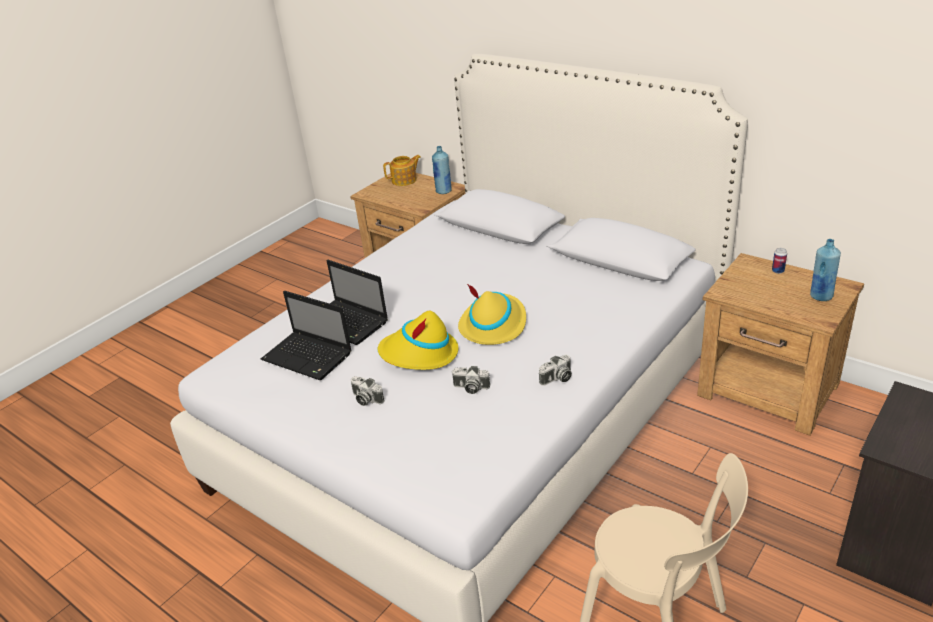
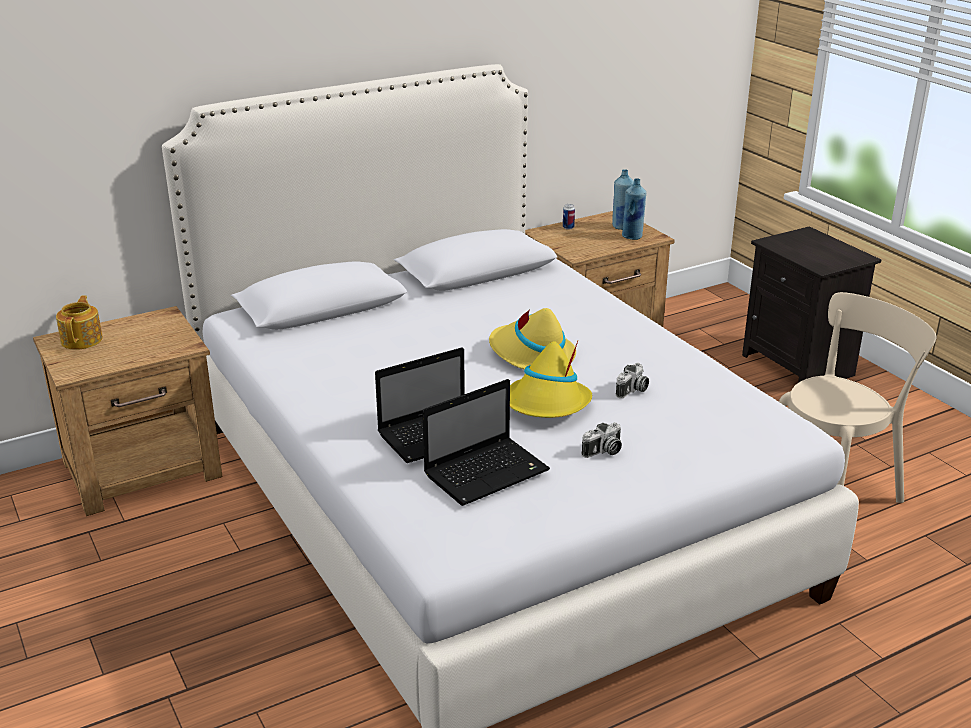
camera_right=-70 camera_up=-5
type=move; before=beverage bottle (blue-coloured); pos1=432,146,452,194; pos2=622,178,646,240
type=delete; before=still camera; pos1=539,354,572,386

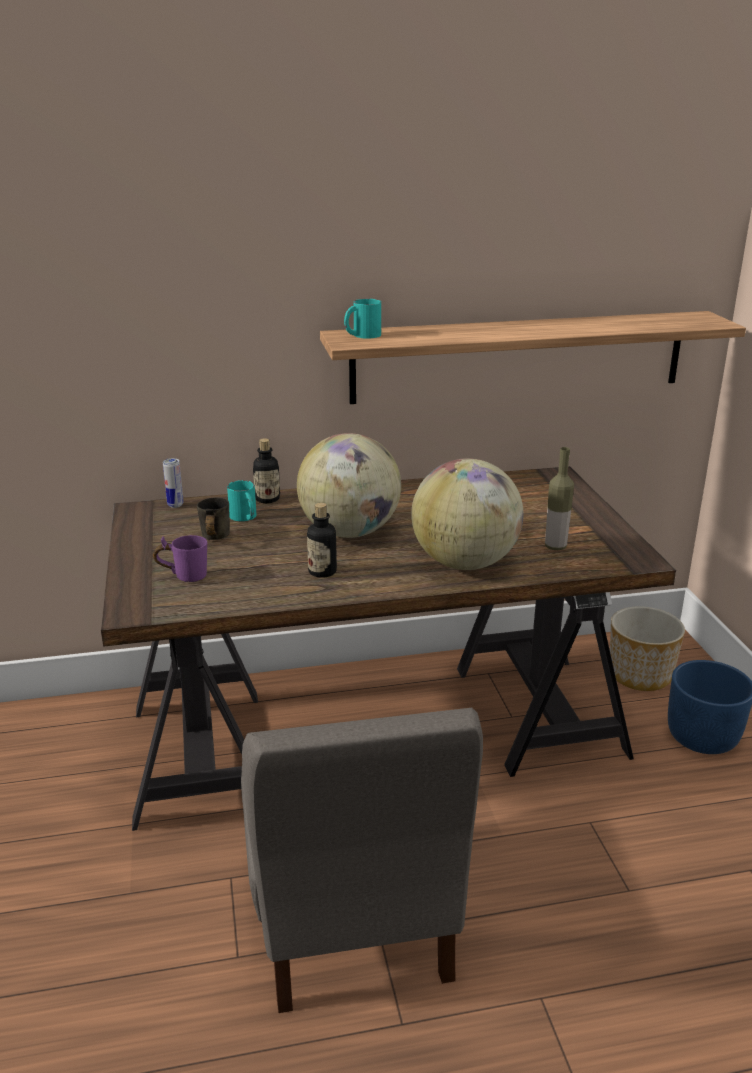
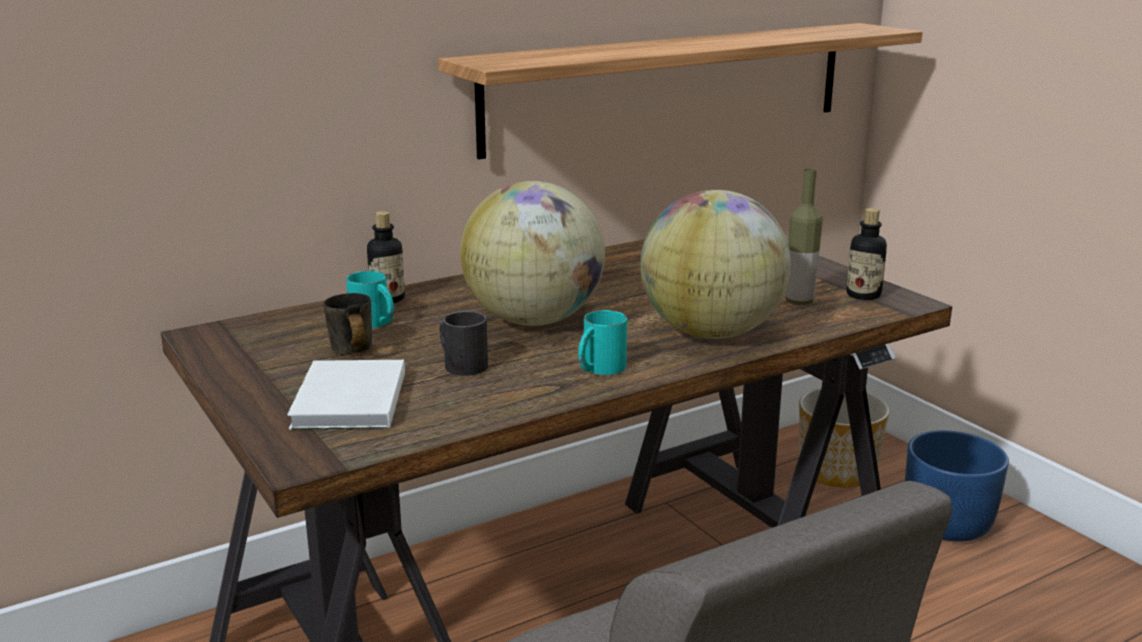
camera_right=-20 camera_up=-5
type=move; before=tea mug (blue-green); pos1=344,299,381,339; pos2=578,310,627,375
type=delete; before=metal can; pos1=163,458,184,508
type=move; before=beverage bottle; pos1=307,503,337,578; pos2=846,208,887,300
type=replace; before=tea mug (purplish); after=bound book (white-coloured); pos1=153,535,207,582; pos2=287,360,405,430
type=insert; after=tea mug (black); pos2=439,311,488,376

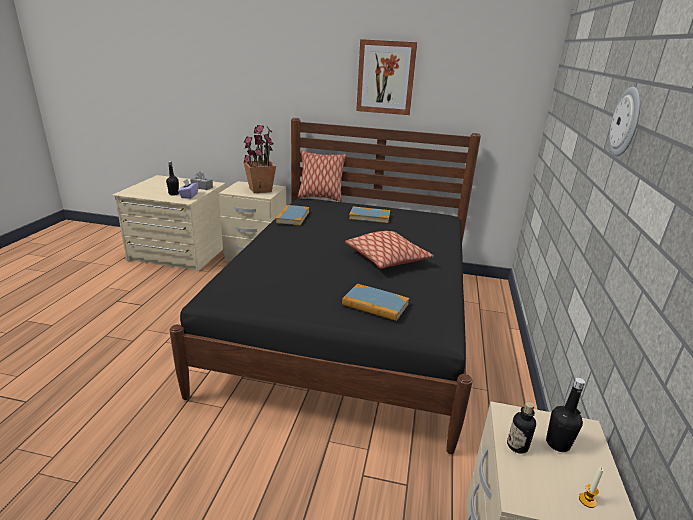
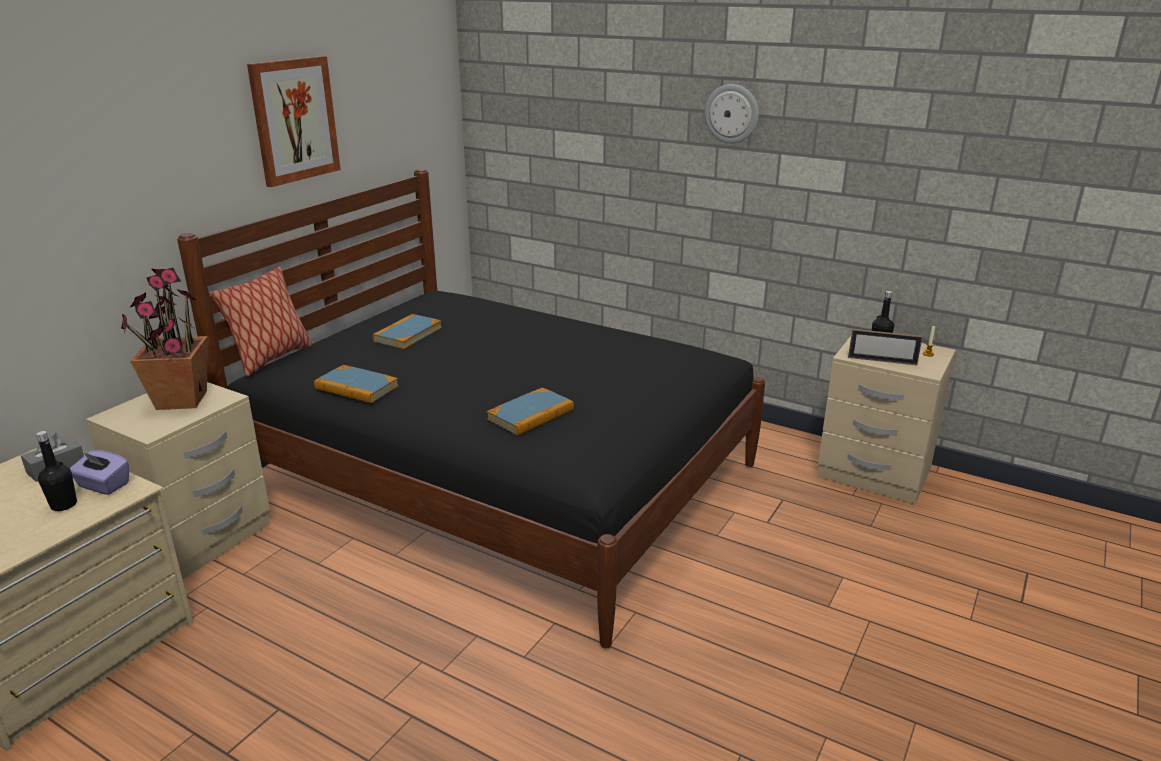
camera_right=-70 camera_up=0
type=delete; before=pillow; pos1=345,231,434,269
type=move; before=bound book; pos1=342,284,409,321; pos2=487,388,574,436
type=replace; before=beverage bottle; after=standing frame; pos1=507,402,536,454; pos2=848,329,923,365

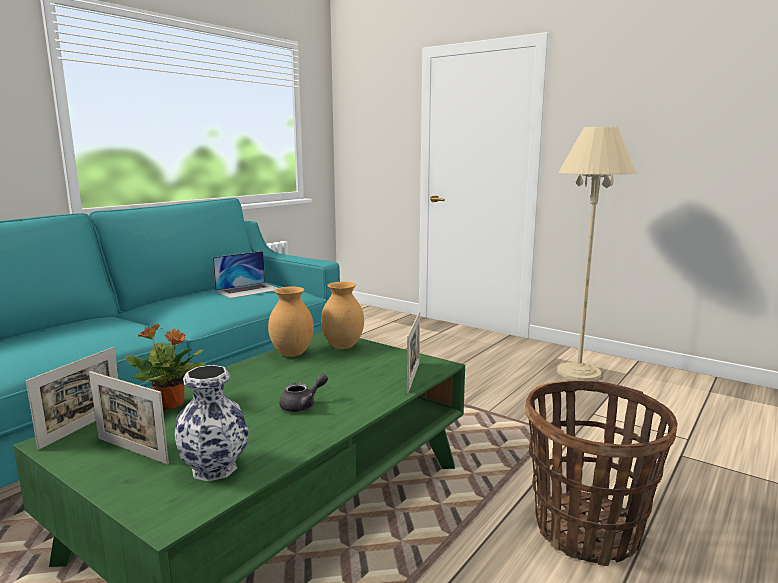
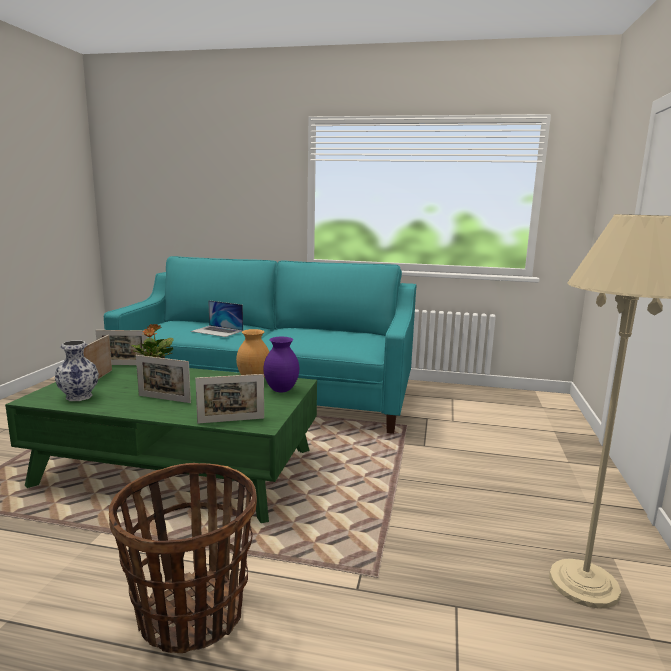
camera_right=65 camera_up=0
type=move; before=notebook computer; pos1=213,251,278,298; pos2=191,300,243,337
type=recolor; before=flower vase (brown-coloured); after=flower vase (purplish); pos1=321,282,364,349; pos2=263,337,299,392
type=replace; before=tea pot (greyish); after=standing frame; pos1=279,374,328,412; pos2=136,355,191,403

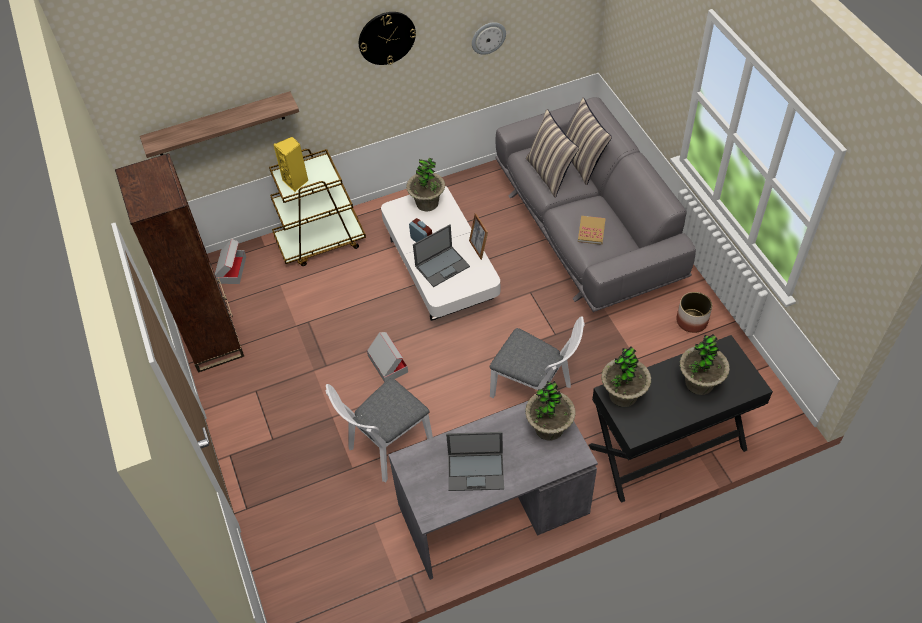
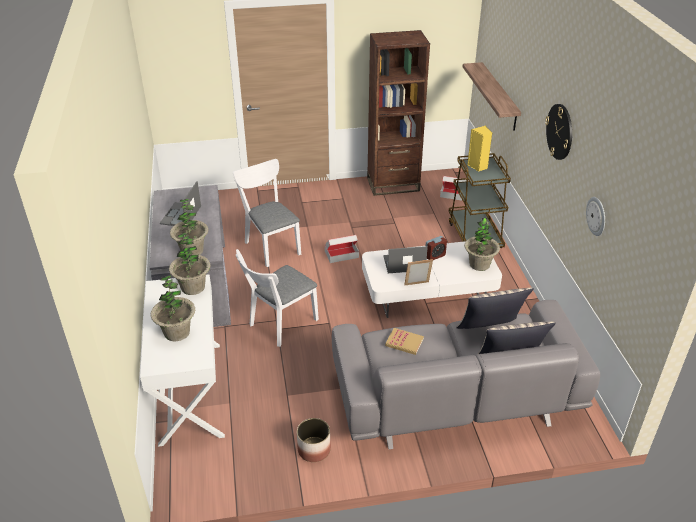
camera_right=100 camera_up=-15
type=rotate; before=notebook computer; pos1=413,224,470,287; pos2=383,246,428,273; turn=105
type=recolor; before=desk table (black); after=desk table (white-coloured); pos1=589,335,773,503; pos2=140,274,225,447

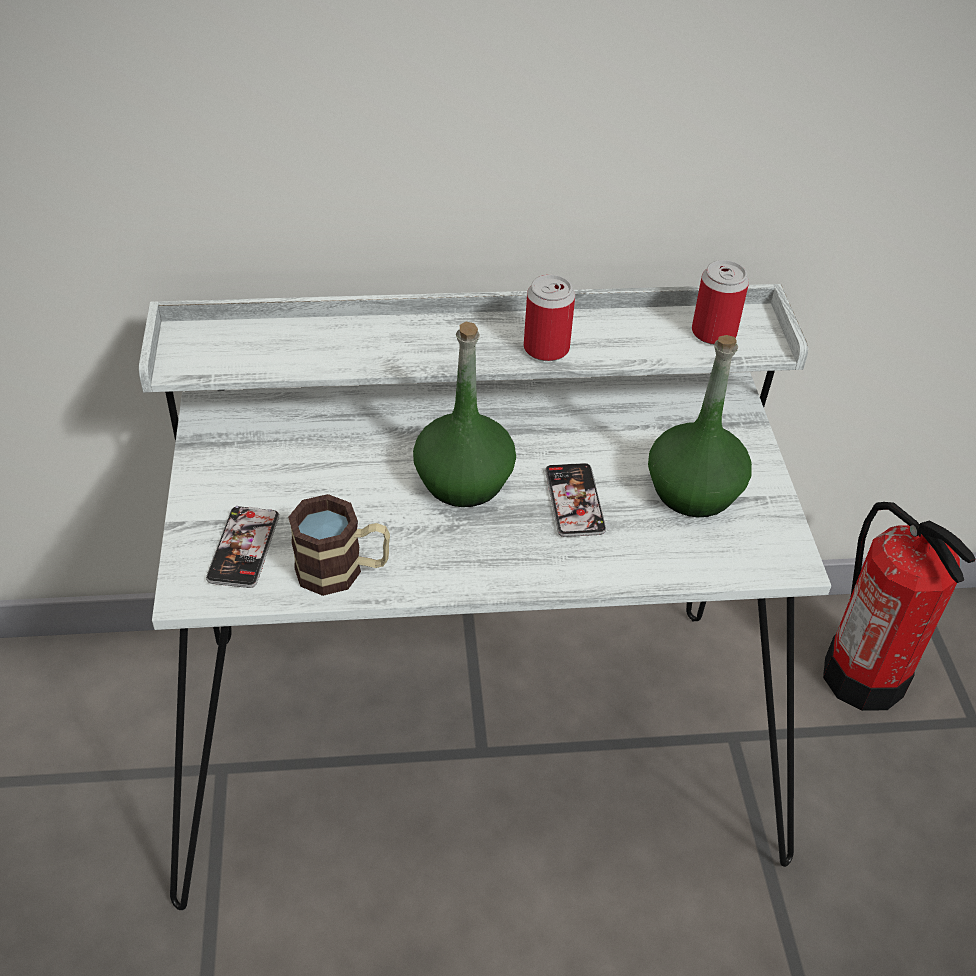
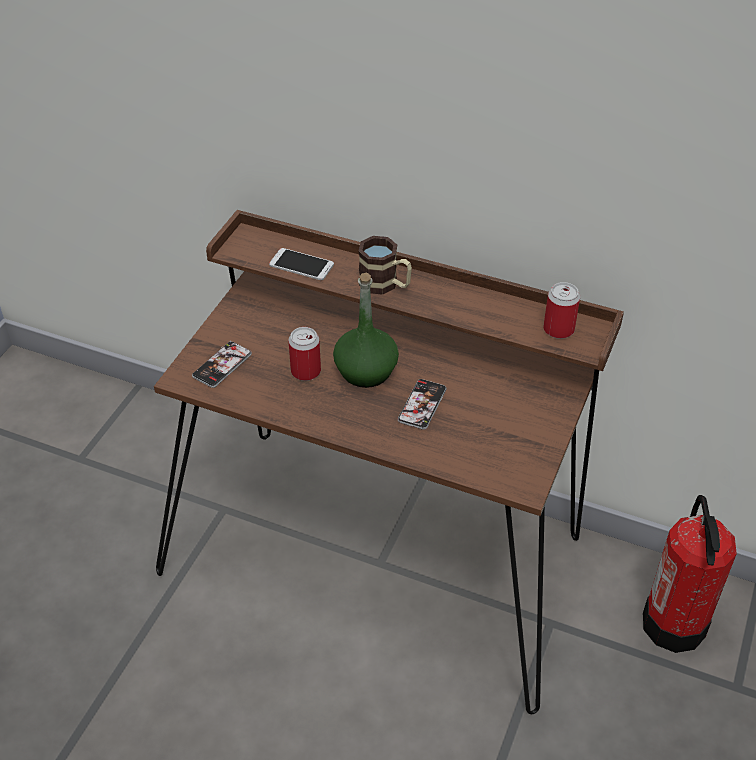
camera_right=30 camera_up=0
type=move; before=metal can; pos1=524,275,575,361; pos2=289,327,321,381
type=recolor; before=desk table (white-coloured); after=desk table (brown-coloured); pos1=139,284,831,910; pos2=154,210,624,714
type=delete; before=beverage bottle (green); pos1=648,335,752,517
type=move; before=tea mug; pos1=288,494,390,596; pos2=359,236,412,295
type=insert; after=telephone; pos2=269,248,334,280

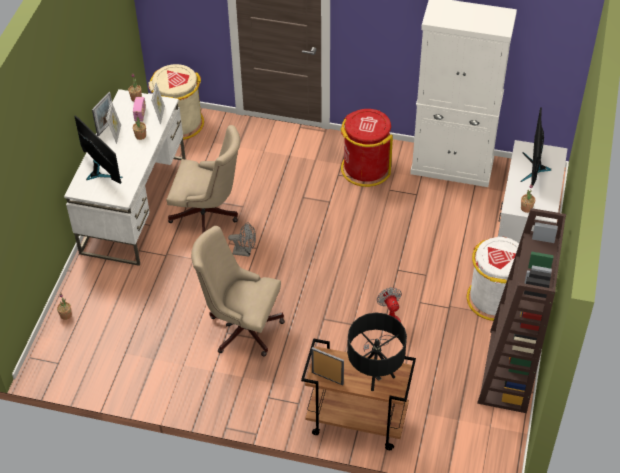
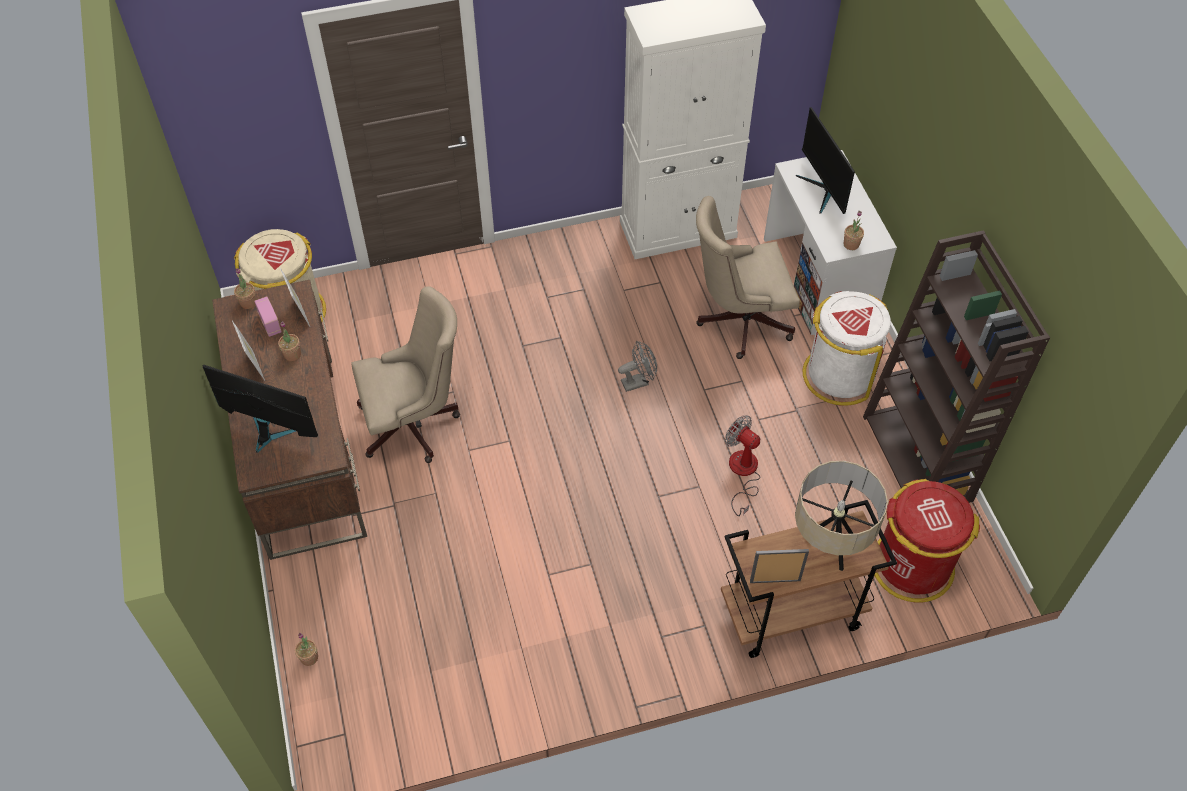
camera_right=-30 camera_up=5
type=recolor; before=desk table (white-coloured); after=desk table (brown-coloured); pos1=64,89,186,266; pos2=212,280,367,560
type=delete; before=standing frame; pos1=92,92,112,136
type=move; before=trash can (reddish); pos1=341,109,393,187; pos2=874,479,980,603
type=move; before=electric fan (greyish); pos1=228,222,256,257; pos2=618,341,657,392
type=move; before=office chair (beige-coloured); pos1=191,226,285,357; pos2=696,196,800,359
type=recolor; before=lamp for a table (black); after=lamp for a table (beige-coloured); pos1=347,313,407,391; pos2=795,461,888,571

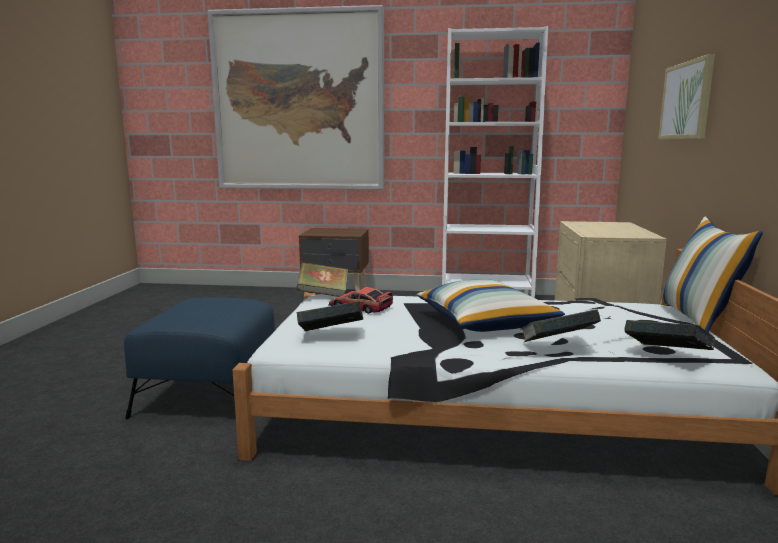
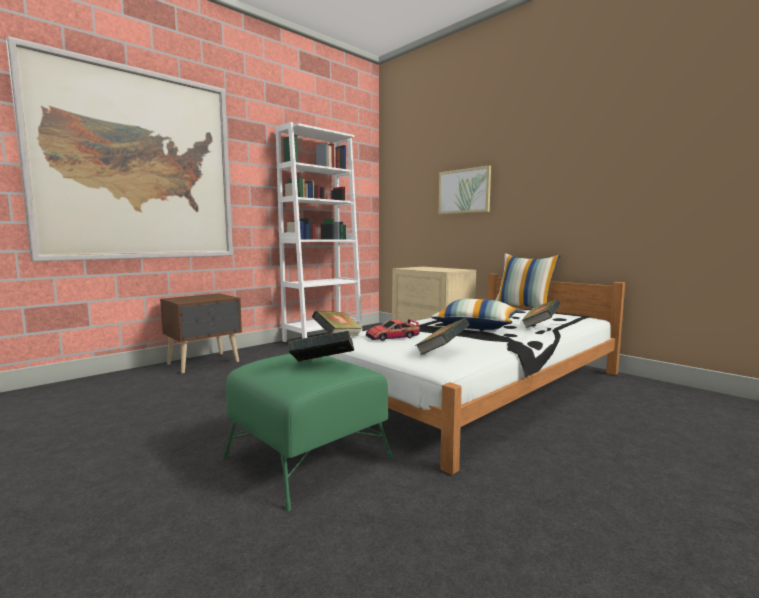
camera_right=-50 camera_up=-5
type=recolor; before=footrest (blue-coloured); after=footrest (green); pos1=124,297,275,419; pos2=224,354,394,511
type=move; before=bound book; pos1=624,320,715,350; pos2=288,331,354,362

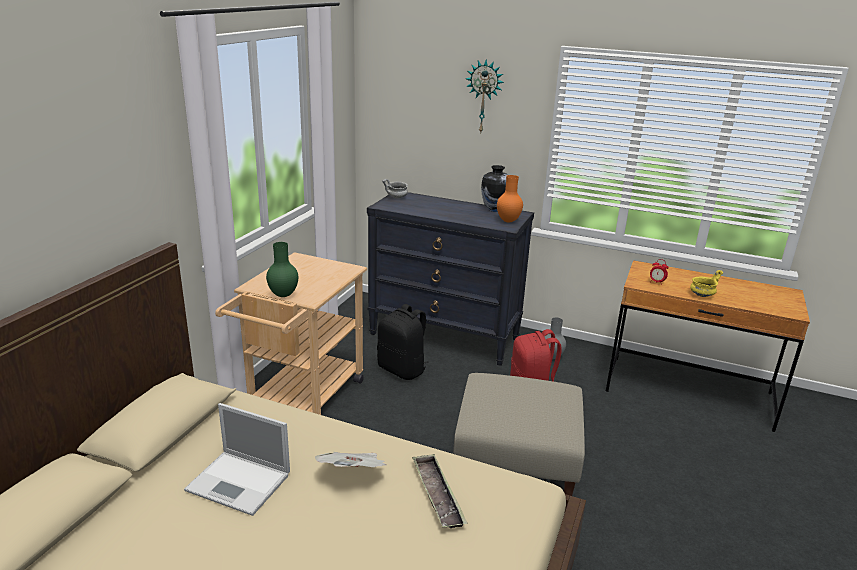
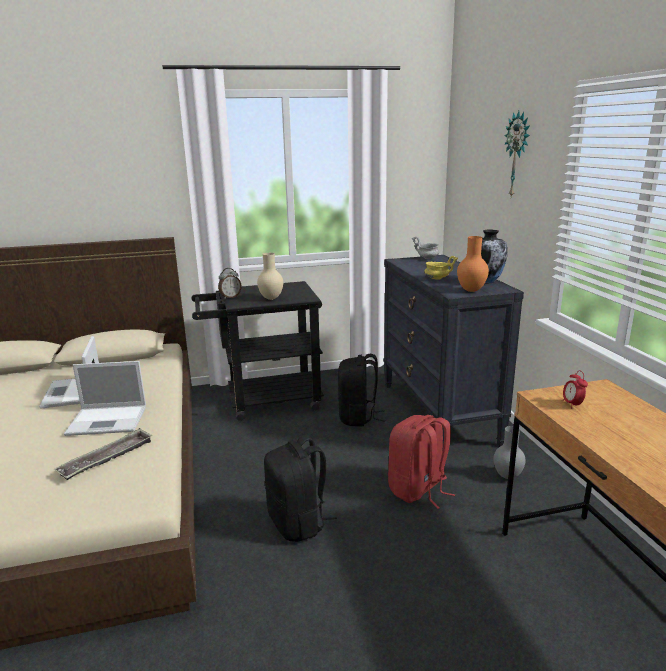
camera_right=55 camera_up=-5
type=replace; before=flower vase (green); after=alarm clock; pos1=266,242,298,297; pos2=218,268,241,299
type=recolor; before=wheeled cart (beige-coloured); after=wheeled cart (black); pos1=215,252,367,415; pos2=192,281,324,421
type=move; before=bowl (yellow); pos1=690,270,723,297; pos2=424,256,458,280
type=replace; before=footrest (beige-coloured); after=knapsack (black); pos1=453,373,585,496; pos2=264,435,337,542
type=replace; before=printed paper; after=notebook computer; pos1=315,452,387,467; pos2=64,361,146,436
type=insert; after=flower vase (beige-coloured); pos2=257,253,283,300

